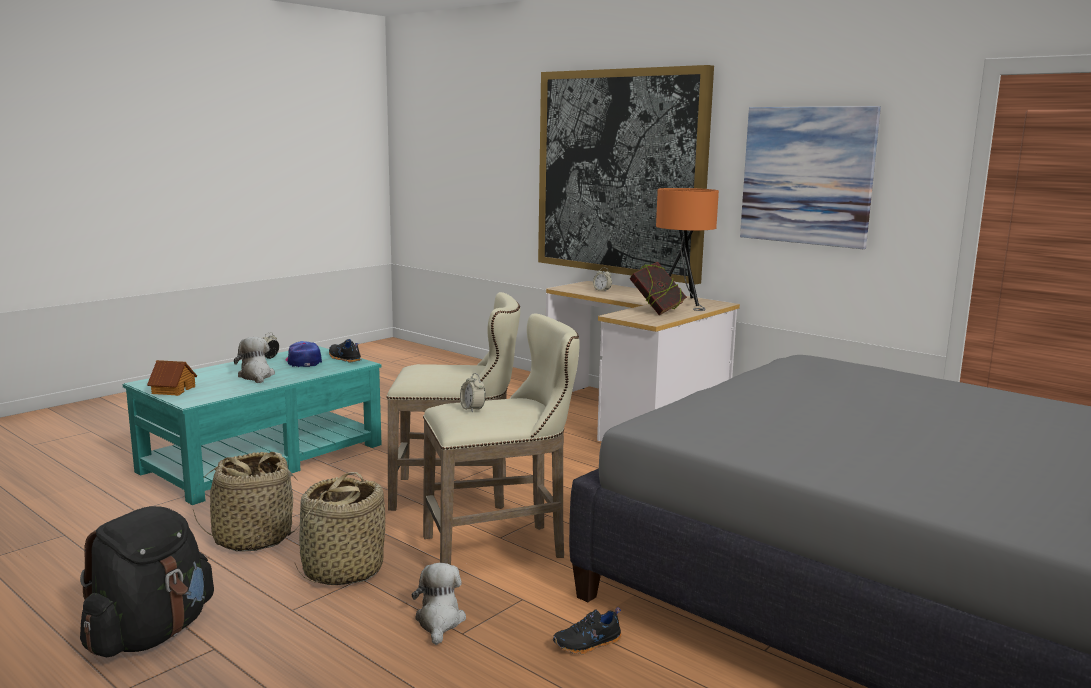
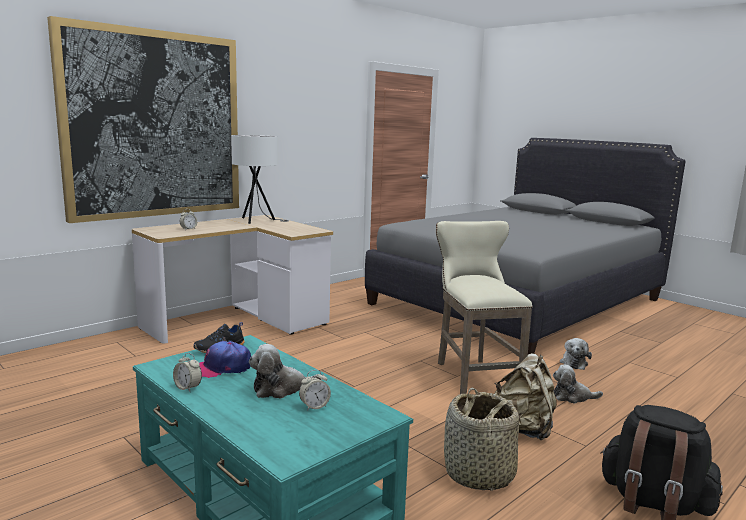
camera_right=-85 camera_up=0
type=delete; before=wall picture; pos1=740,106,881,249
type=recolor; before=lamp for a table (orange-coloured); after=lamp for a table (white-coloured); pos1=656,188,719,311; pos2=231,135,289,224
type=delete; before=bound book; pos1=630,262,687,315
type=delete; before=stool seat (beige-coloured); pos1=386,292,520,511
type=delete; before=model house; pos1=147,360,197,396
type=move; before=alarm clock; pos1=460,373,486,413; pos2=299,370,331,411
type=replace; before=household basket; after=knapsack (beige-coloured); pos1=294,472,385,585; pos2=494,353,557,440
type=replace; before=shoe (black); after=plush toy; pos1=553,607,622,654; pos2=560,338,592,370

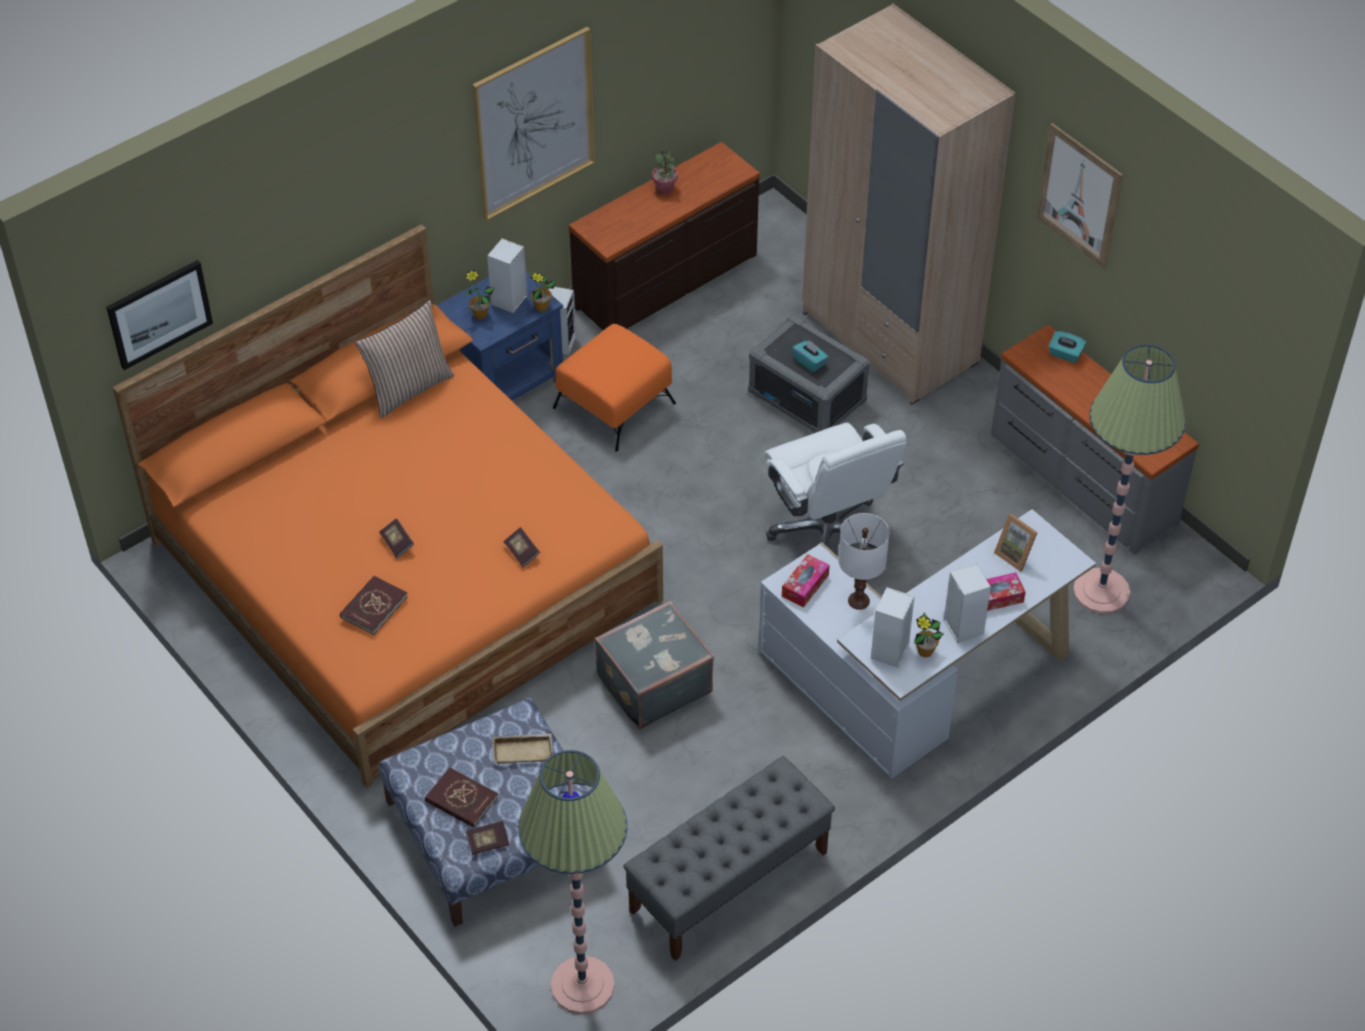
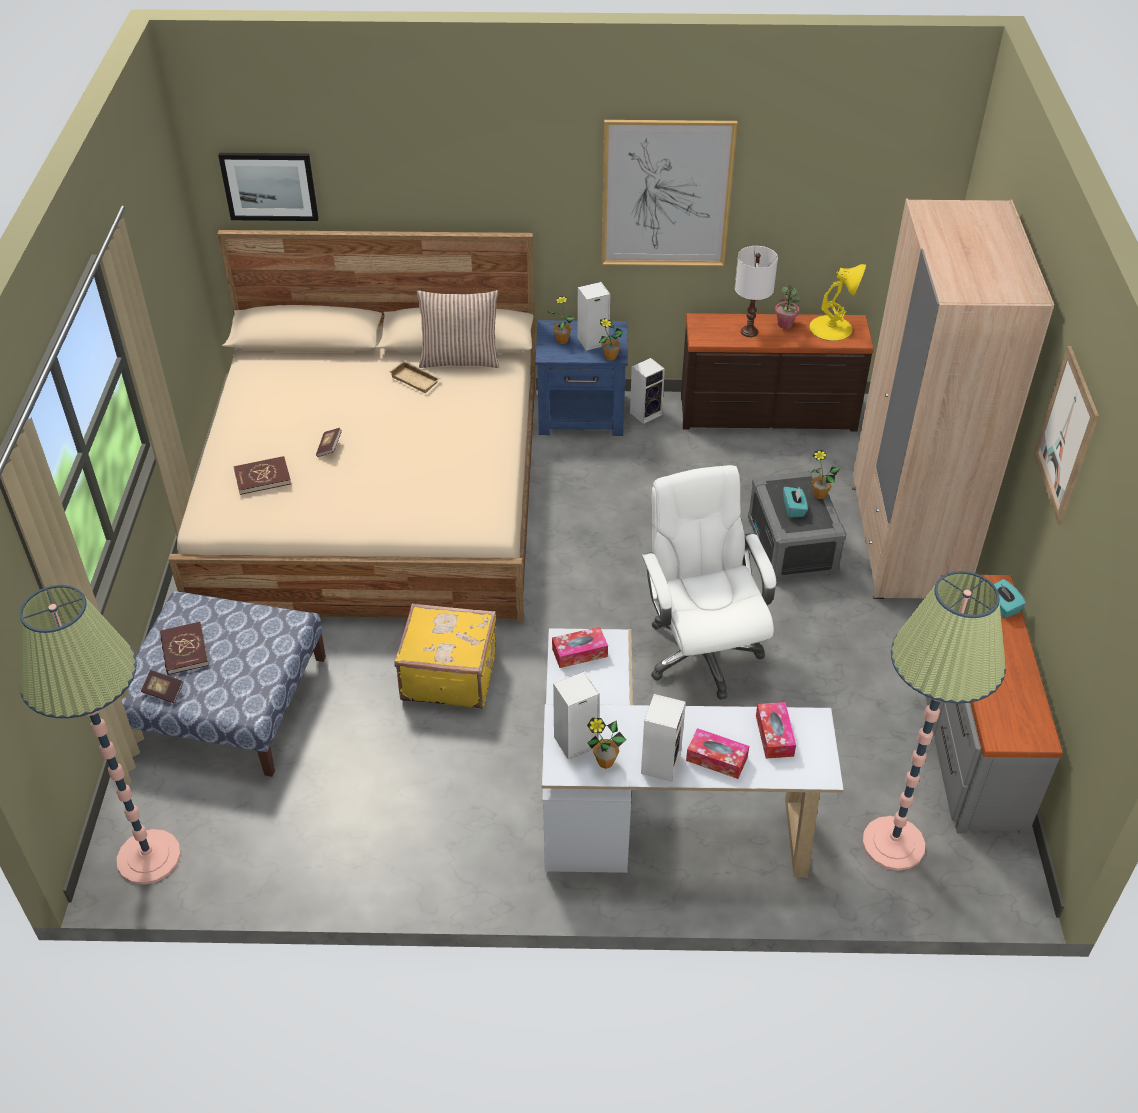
camera_right=40 camera_up=-5
type=recolor; before=sleeping bed (orange-coloured); after=sleeping bed (beige-coloured); pos1=113,224,663,788; pos2=169,230,536,622
type=delete; before=footrest (orange-coloured); pos1=553,324,676,452
type=rotate; before=office chair (white-coloured); pos1=764,423,907,549; pos2=642,465,776,700; turn=150
type=move; before=lamp for a table (white-coloured); pos1=838,513,889,610; pos2=735,246,778,337
type=replace; before=standing frame; after=box of tissues; pos1=994,514,1038,572; pos2=756,702,796,759
type=delete; before=bound book; pos1=504,527,540,567
type=recolor; before=travel case (greyish); after=travel case (yellow); pos1=594,600,714,729; pos2=395,603,497,709
type=move; before=carrying tray (beige-coloured); pos1=493,734,553,764; pos2=389,361,441,393
type=delete; before=long seat (greyish); pos1=623,756,835,961
type=insert; after=lamp for a table (yellow); pos2=809,264,866,341
type=insert; after=plant in a pot; pos2=811,450,840,499

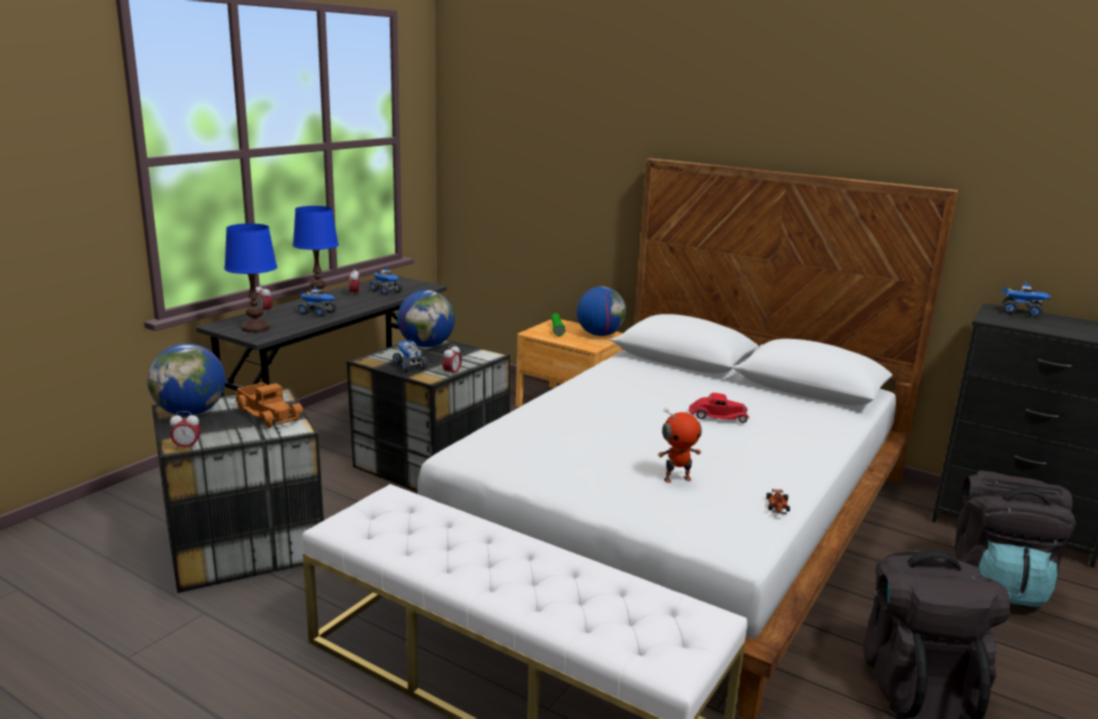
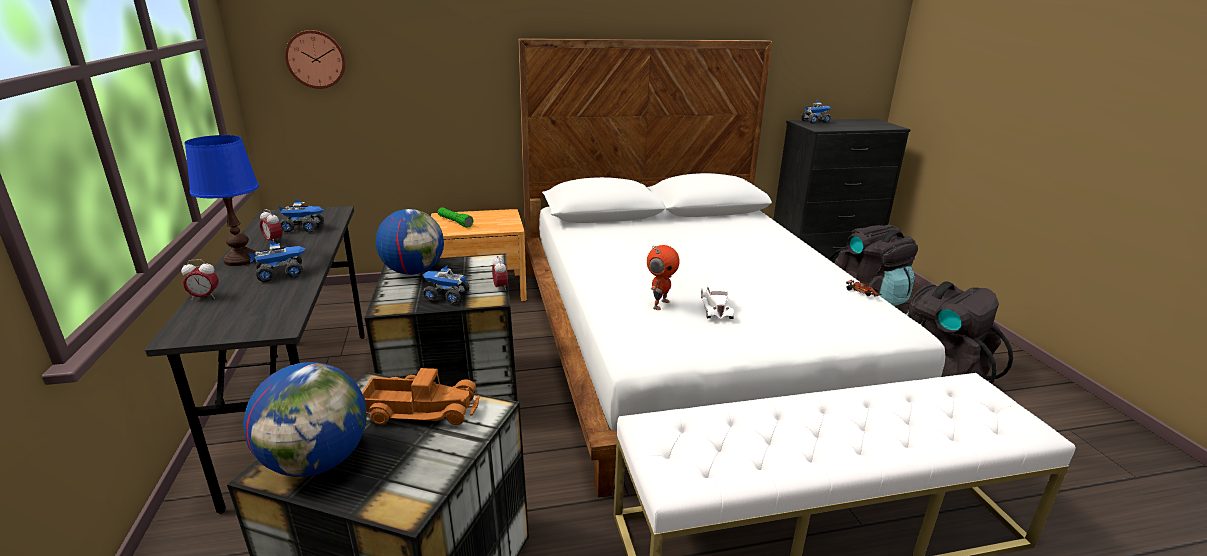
camera_right=-45 camera_up=5
type=delete; before=lamp for a table (blue-coloured); pos1=224,223,277,333
type=delete; before=desk globe; pos1=577,286,626,336
type=delete; before=toy car (reddish); pos1=689,393,749,423
type=move; before=model robot; pos1=658,408,702,483; pos2=647,245,680,310
type=delete; before=alarm clock; pos1=170,411,201,450
type=insert; after=wall clock; pos2=285,30,346,89
type=insert; after=toy car (white-coloured); pos2=701,283,734,319

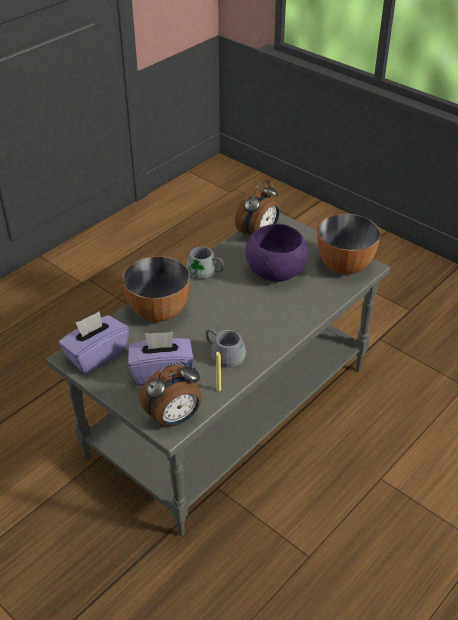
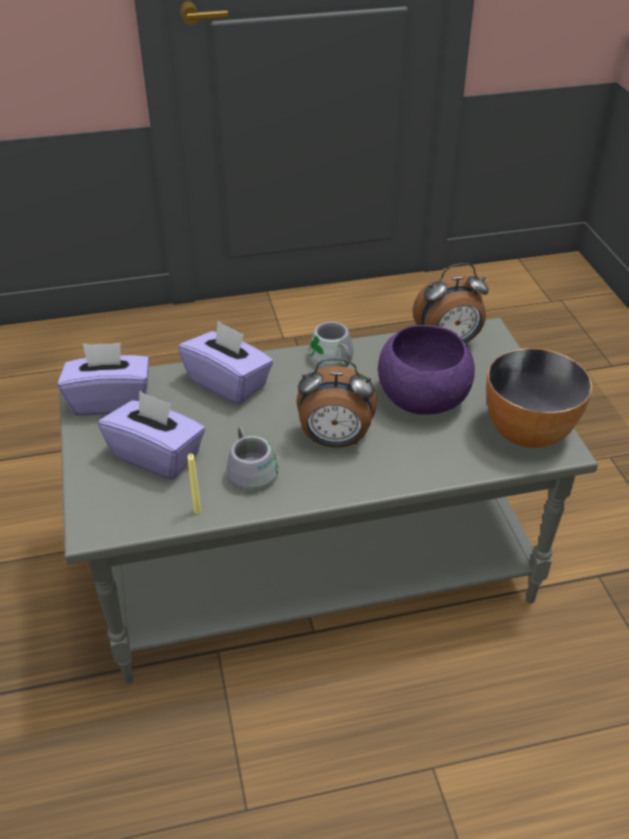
camera_right=35 camera_up=0
type=replace; before=bowl; after=box of tissues (purplish); pos1=123,256,190,322; pos2=178,321,274,405
type=move; before=alarm clock; pos1=139,362,202,427; pos2=297,358,377,448

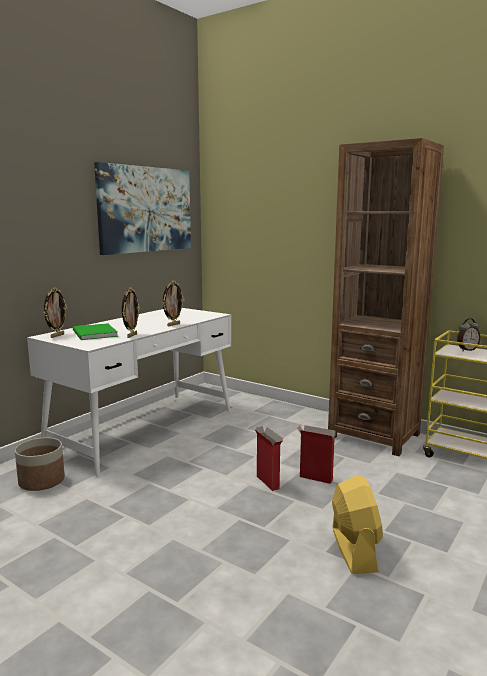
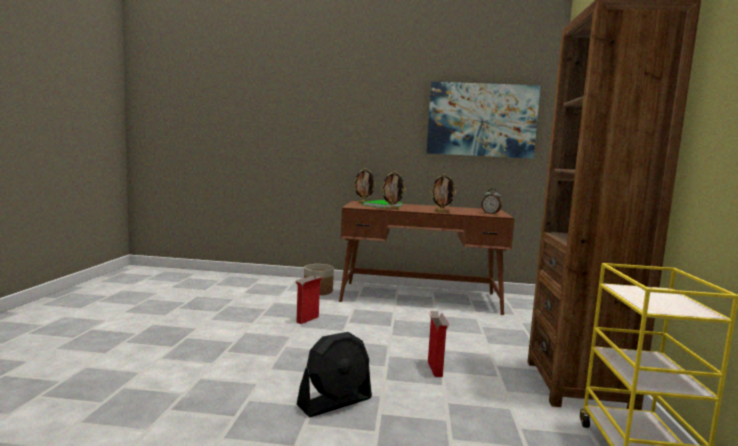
camera_right=60 camera_up=-5
type=recolor; before=desk table (white-coloured); after=desk table (brown-coloured); pos1=27,308,231,477; pos2=339,201,515,315
type=move; before=alarm clock; pos1=457,318,481,351; pos2=482,189,502,214
type=move; before=cardboard box; pos1=255,426,283,491; pos2=295,275,322,324
type=recolor; before=electric fan (yellow); after=electric fan (black); pos1=332,475,383,574; pos2=297,332,372,417

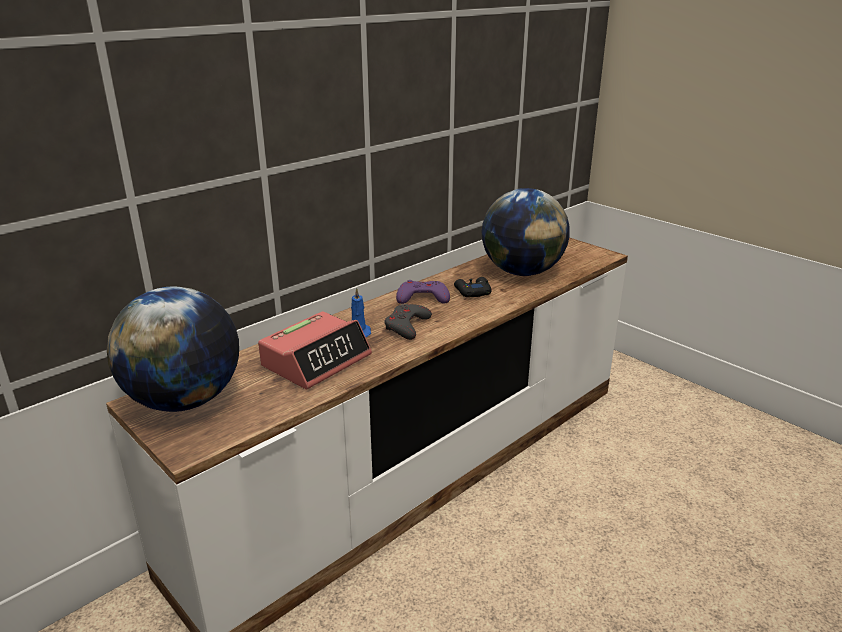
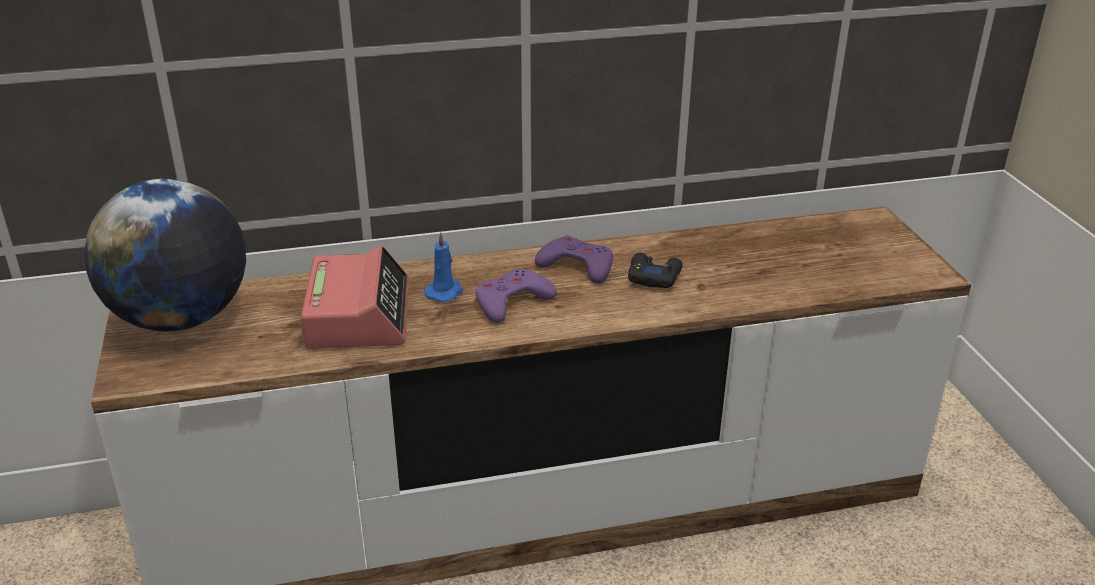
camera_right=30 camera_up=5
type=delete; before=desk globe; pos1=482,188,570,276
type=recolor; before=gamepad (greyish); after=gamepad (purplish); pos1=384,304,432,340; pos2=475,269,557,323
type=rotate; before=alarm clock; pos1=258,311,372,389; pos2=301,246,409,349; turn=-75

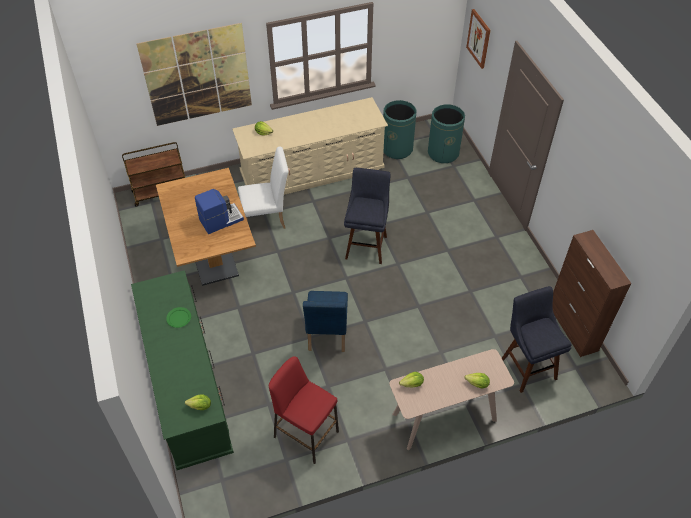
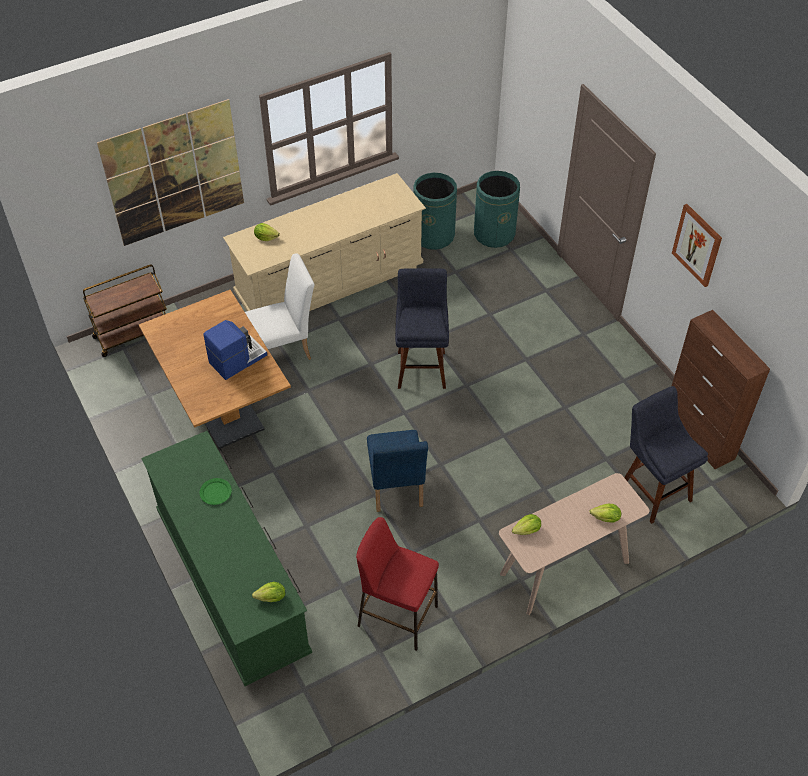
camera_right=-10 camera_up=0
type=move; before=wall picture; pos1=466,9,490,69; pos2=672,204,722,287

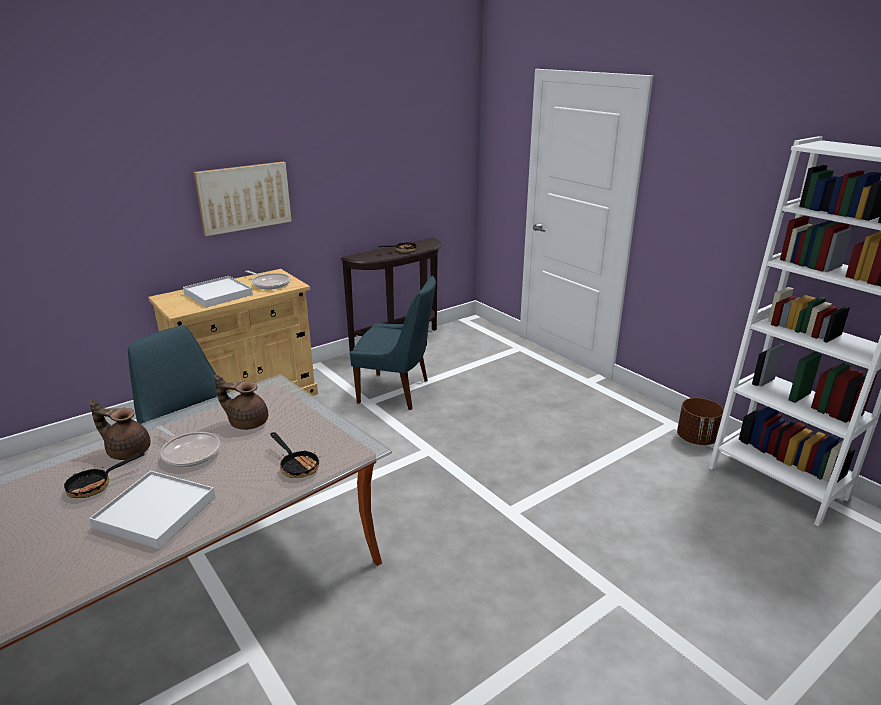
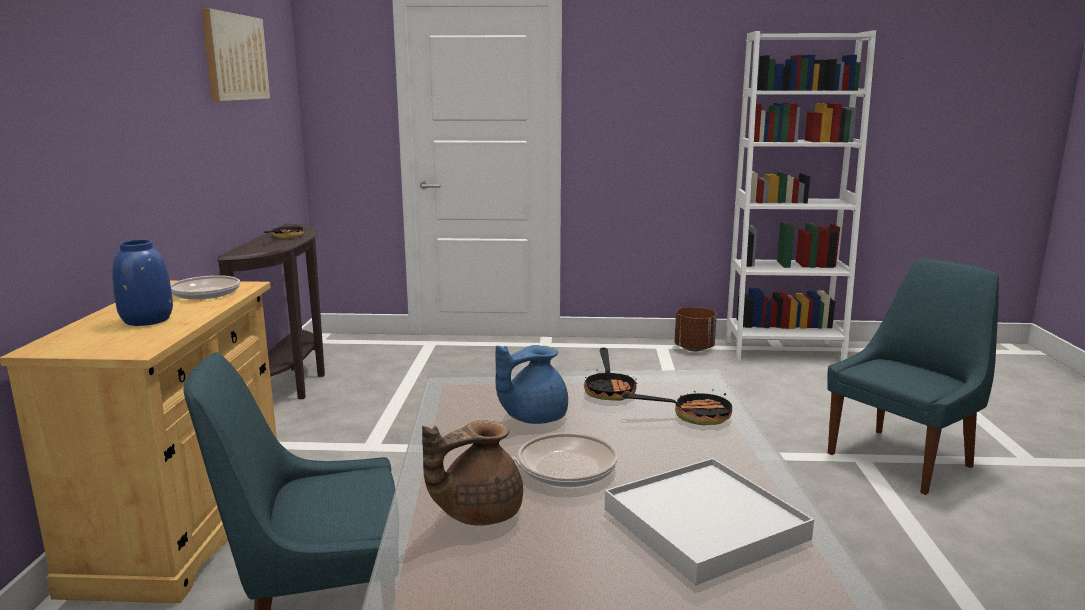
camera_right=-50 camera_up=-10
type=move; before=wall picture; pos1=194,162,292,236; pos2=201,8,270,101
type=replace; before=carrying tray (white-coloured); after=flower vase (blue-coloured); pos1=183,276,253,308; pos2=112,240,173,326
type=move; before=plain chair (blue-coloured); pos1=350,276,436,410; pos2=827,258,999,495
type=recolor; before=tea pot (brown-coloured); after=tea pot (blue-coloured); pos1=214,375,268,430; pos2=495,345,568,424
type=move; before=pan; pos1=64,452,145,498; pos2=584,348,637,401

